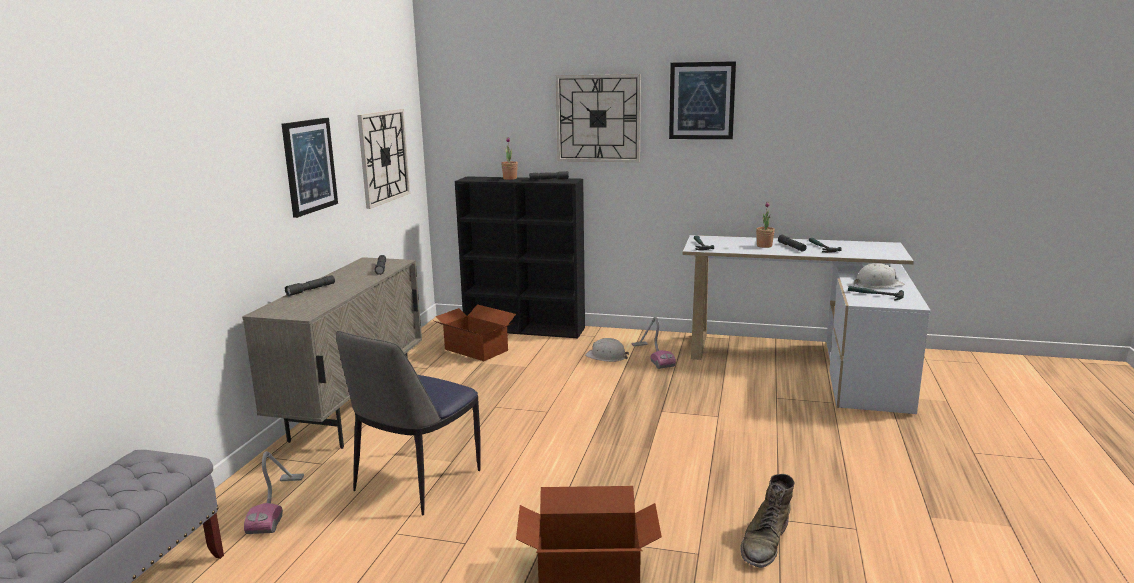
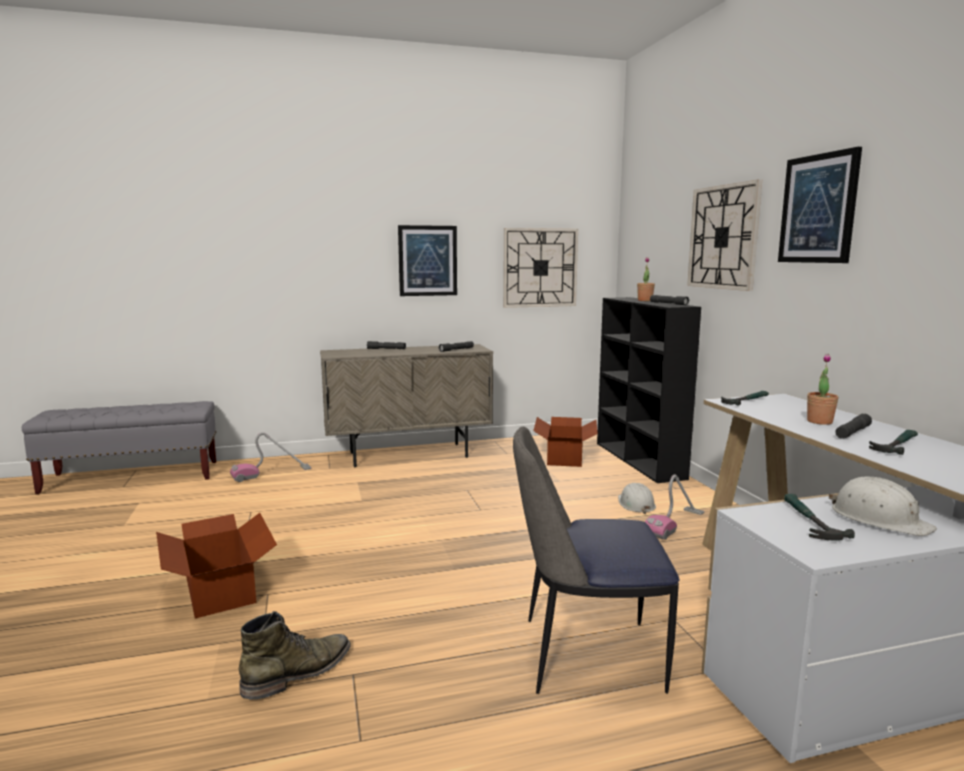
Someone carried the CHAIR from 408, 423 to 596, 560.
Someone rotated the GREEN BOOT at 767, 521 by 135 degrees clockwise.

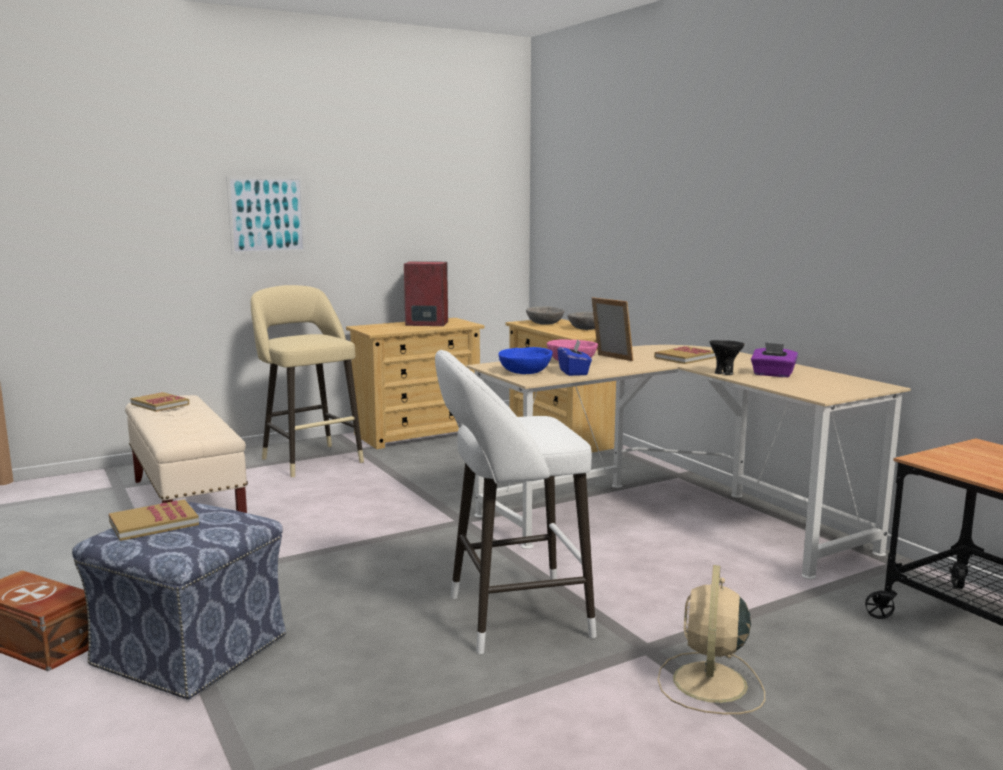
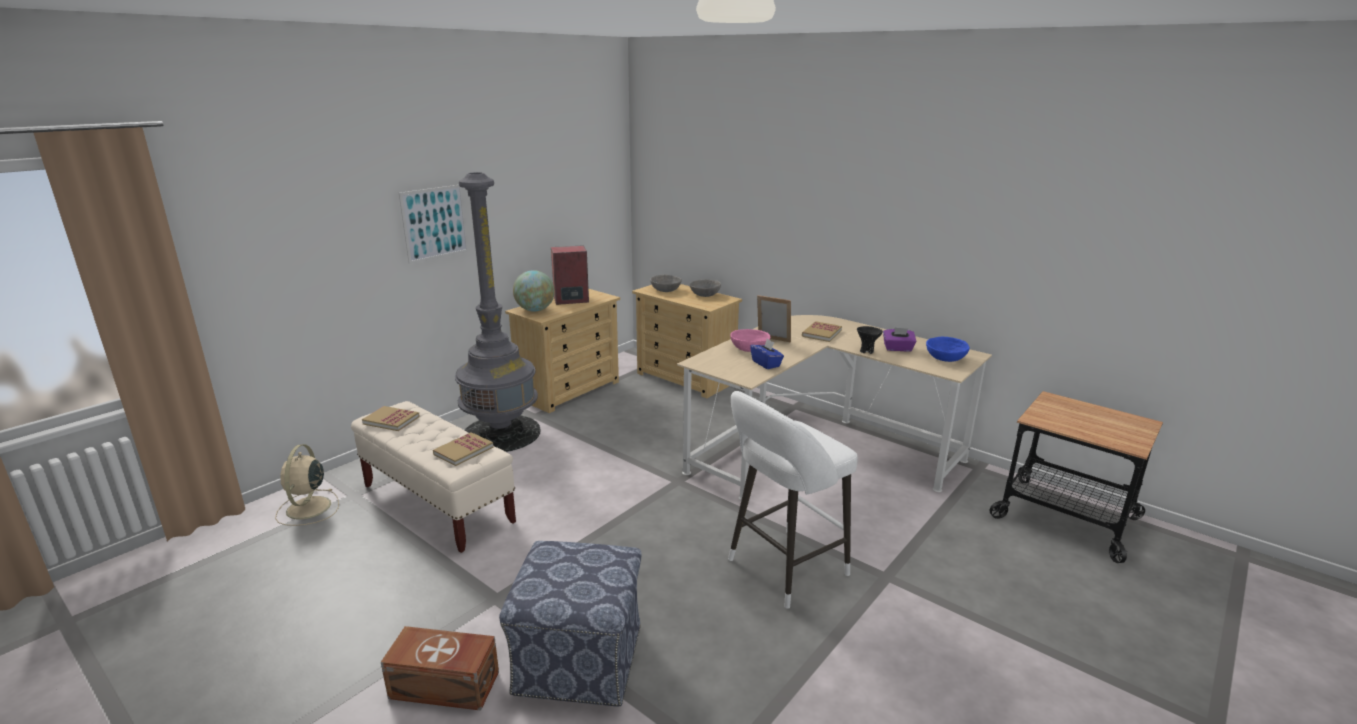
Someone carried the BOOK from 154, 520 to 463, 449.
Someone swapped the BEIGE STOOL at 307, 381 for the GREY FLOOR LAMP at 498, 312.
Someone carried the BLUE BOWL from 525, 360 to 948, 349.
Someone carried the BEIGE FAN from 711, 639 to 307, 485.
Someone put down the GLOBE at 534, 291.

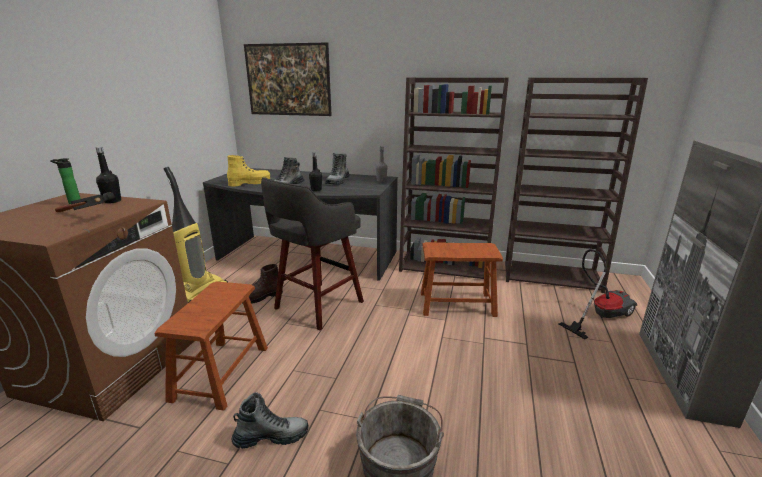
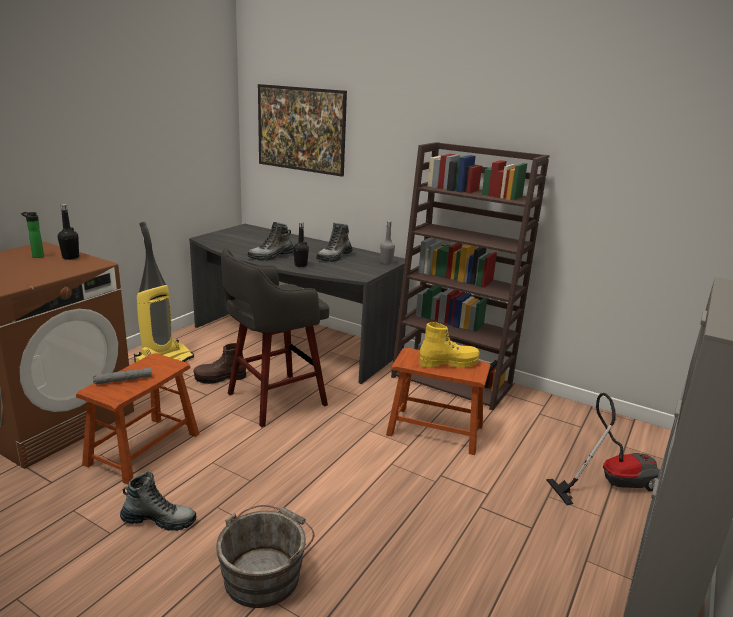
Someone took away the HAMMER at 85, 202.
Someone carried the YELLOW BOOT from 248, 171 to 449, 345.
Someone took away the BROWN BOOKCASE at 576, 185.
Someone put down the GREY FLASHLIGHT at 122, 376.

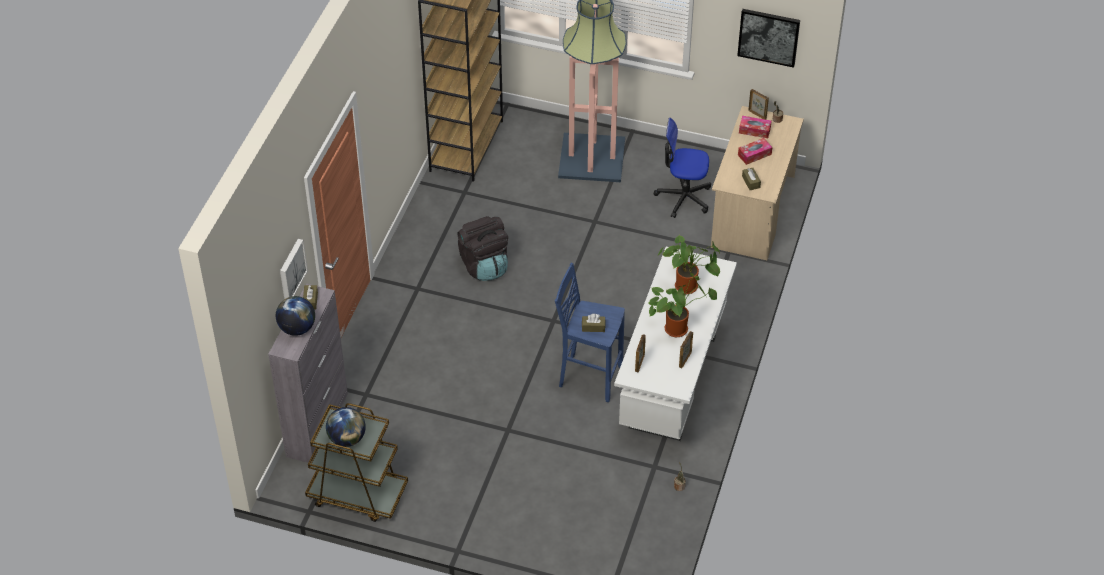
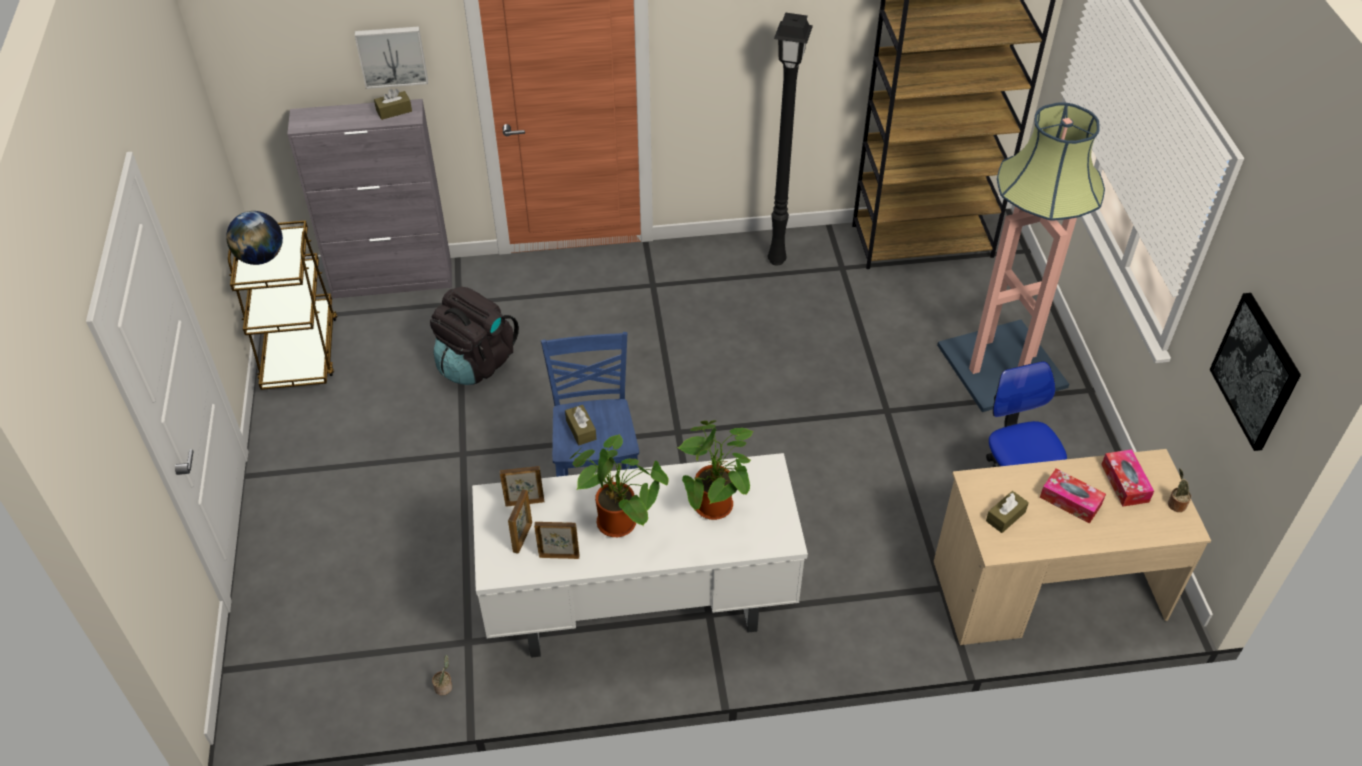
Someone took away the GLOBE at 295, 316.
Someone carried the BLACK BACKPACK from 483, 248 to 474, 336.
Someone carried the PICTURE FRAME from 758, 104 to 520, 521.
Someone put down the BLACK FLOOR LAMP at 790, 139.

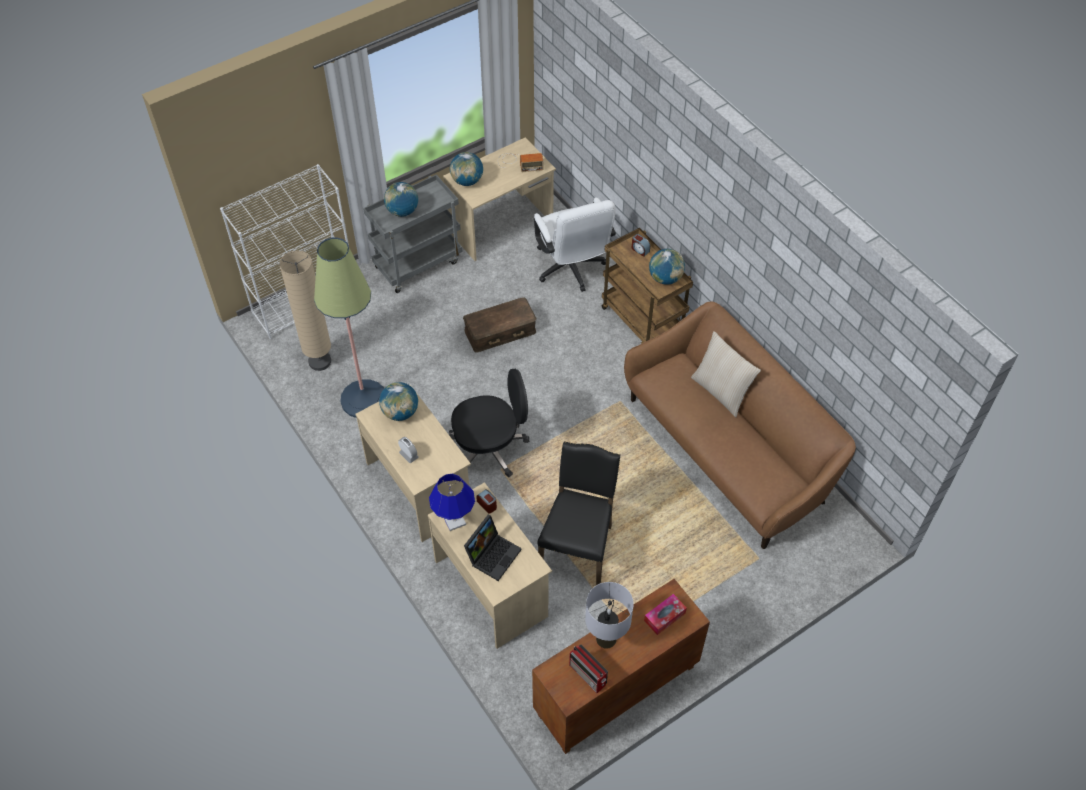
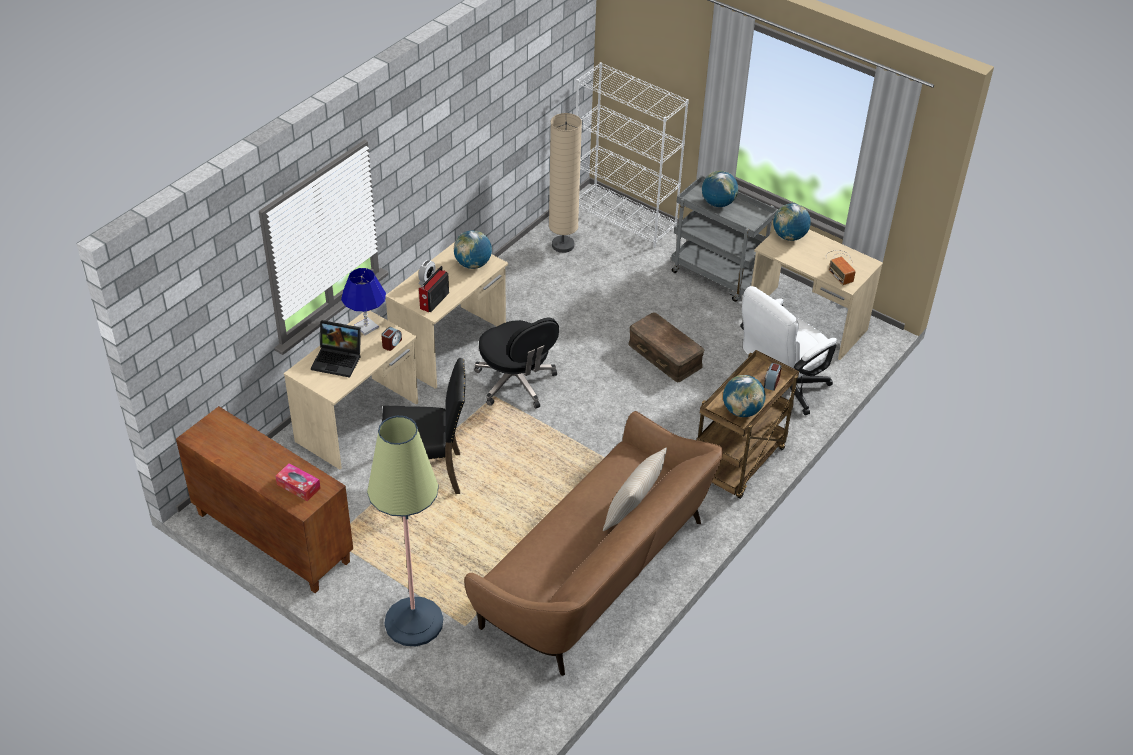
Someone carried the FLOOR LAMP from 349, 328 to 405, 531.
Someone carried the RADIO from 588, 669 to 434, 289.
Someone took away the GREY TABLE LAMP at 609, 615.

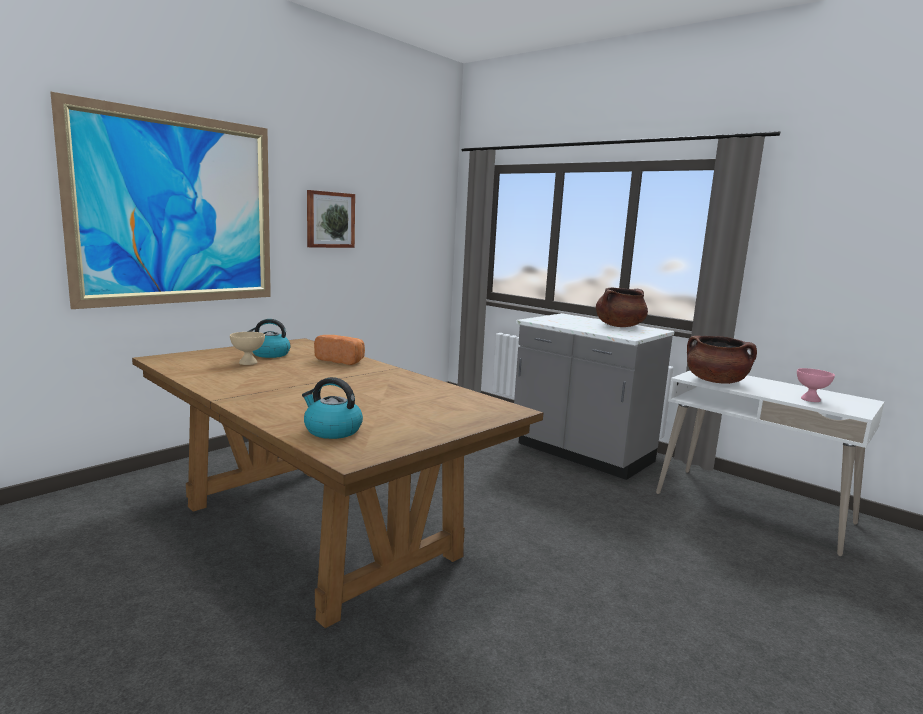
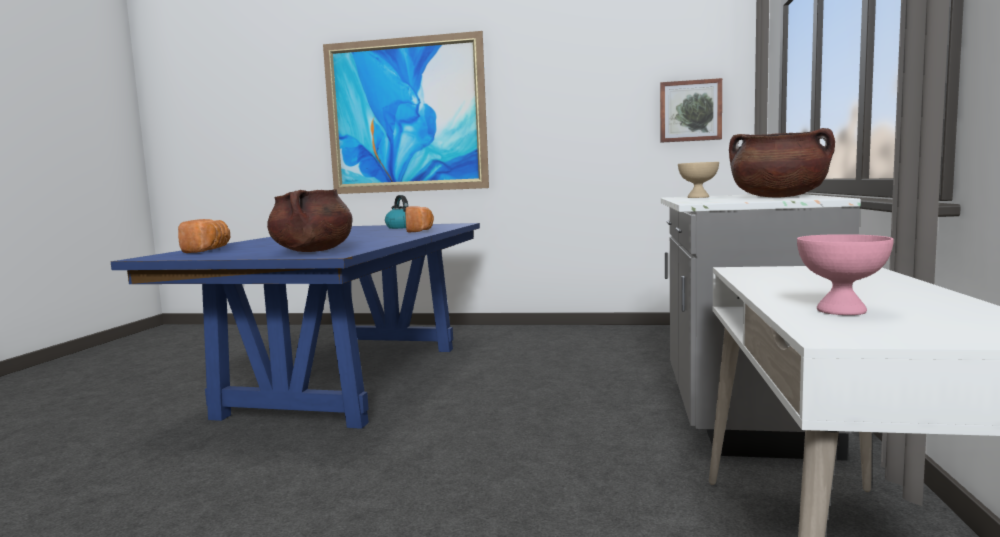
Someone repainted the BROWN DINING TABLE at 337, 483, which became the BLUE DINING TABLE at 295, 326.
Someone carried the BEIGE BOWL from 247, 348 to 698, 180.
Someone swapped the KETTLE at 332, 408 for the BREAD at 204, 236.
Someone carried the PICTURE from 331, 219 to 691, 110.
Someone carried the BROWN COOKING POT from 722, 360 to 310, 220.

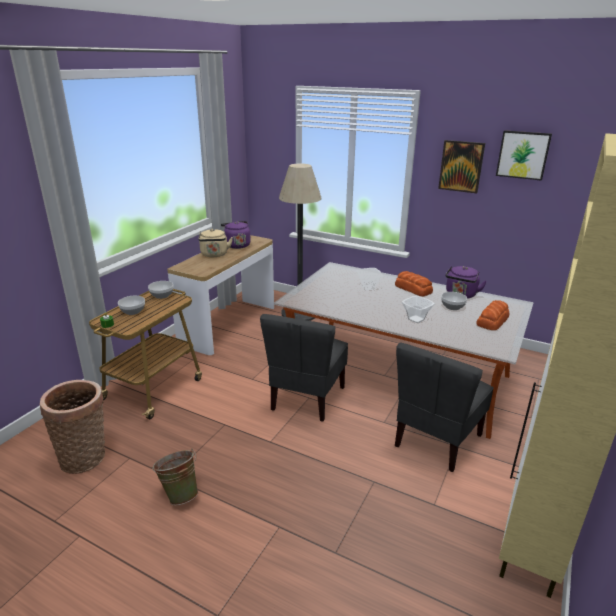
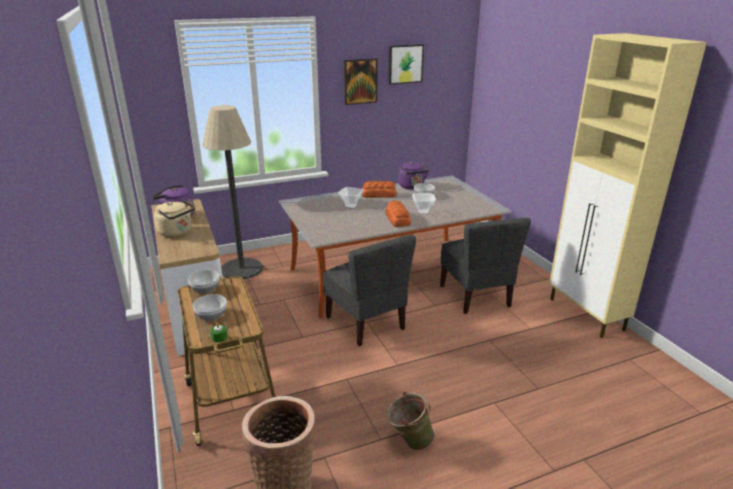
Someone carried the BREAD from 492, 315 to 398, 213.

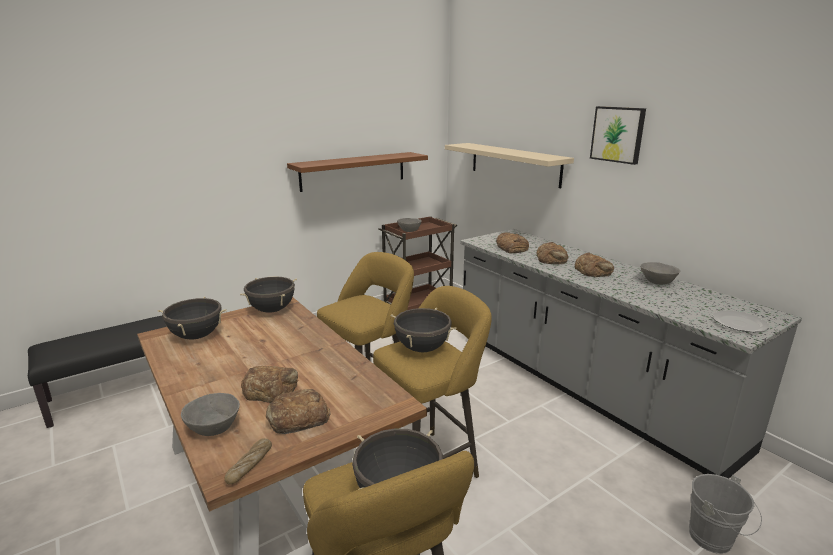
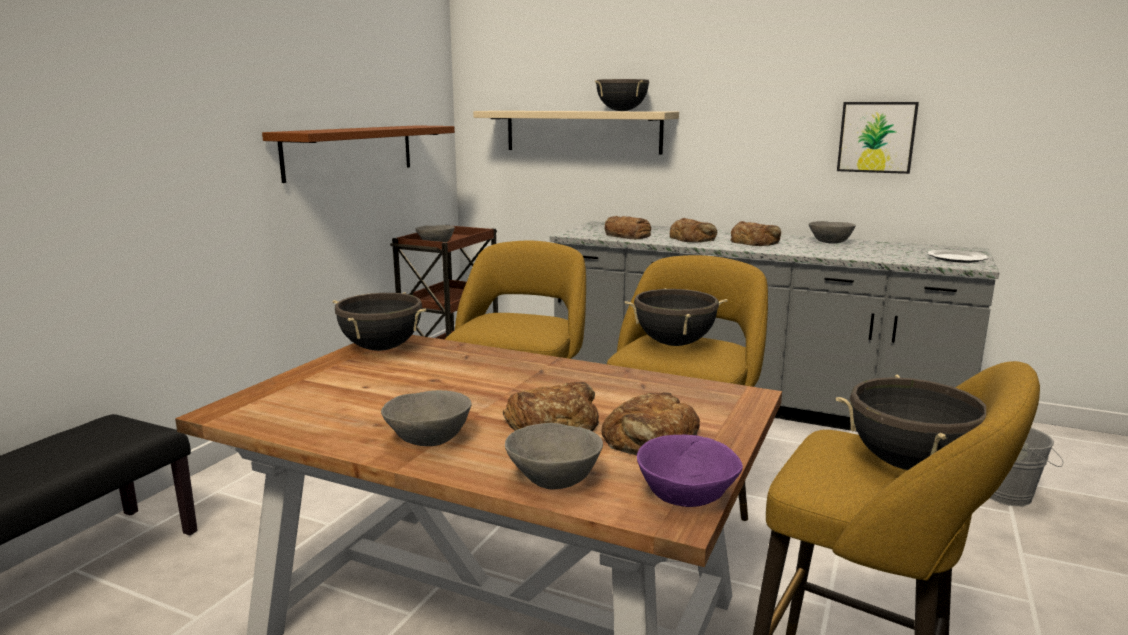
Someone carried the BLACK COOKING POT from 192, 317 to 621, 95.
Someone swapped the BREAD at 248, 461 for the PURPLE BOWL at 690, 471.
Someone carried the PICTURE from 618, 135 to 878, 138.
Someone put down the GREY BOWL at 426, 418.

